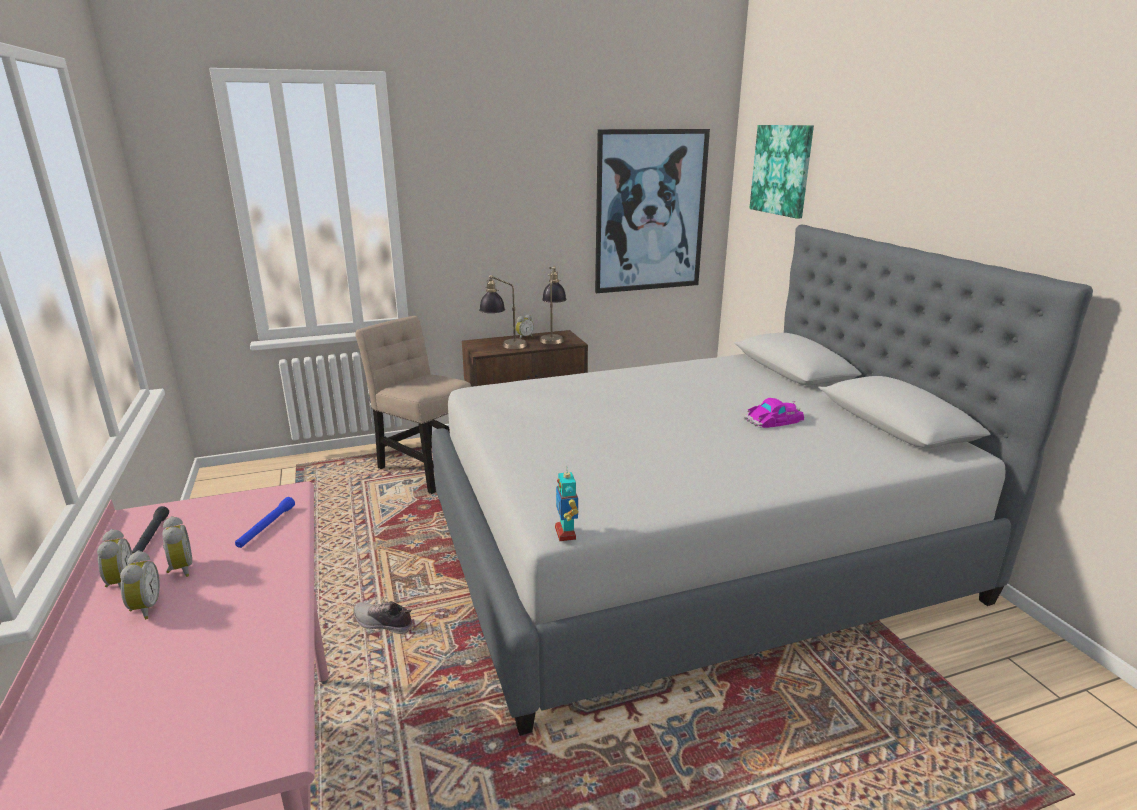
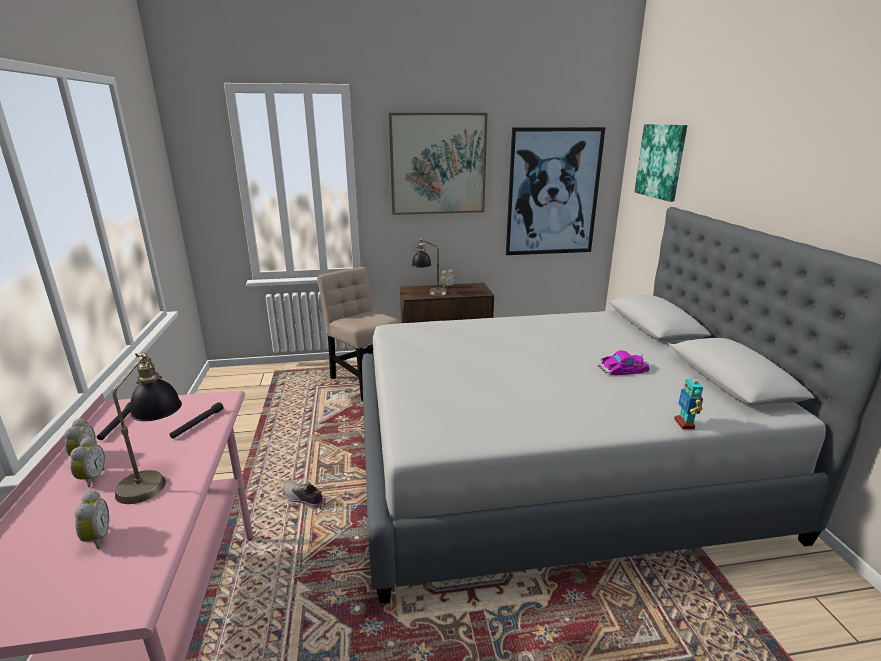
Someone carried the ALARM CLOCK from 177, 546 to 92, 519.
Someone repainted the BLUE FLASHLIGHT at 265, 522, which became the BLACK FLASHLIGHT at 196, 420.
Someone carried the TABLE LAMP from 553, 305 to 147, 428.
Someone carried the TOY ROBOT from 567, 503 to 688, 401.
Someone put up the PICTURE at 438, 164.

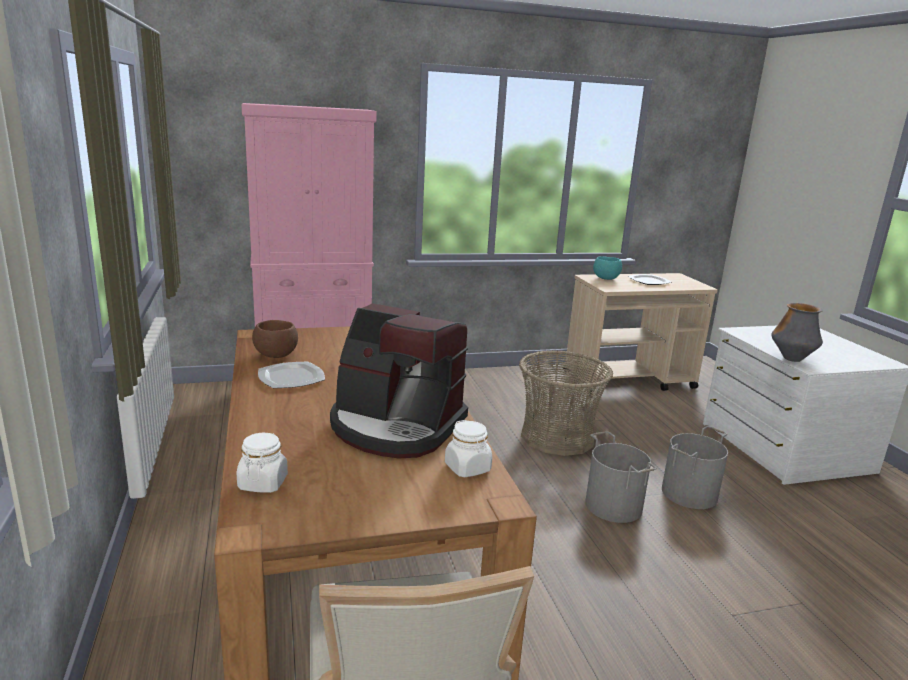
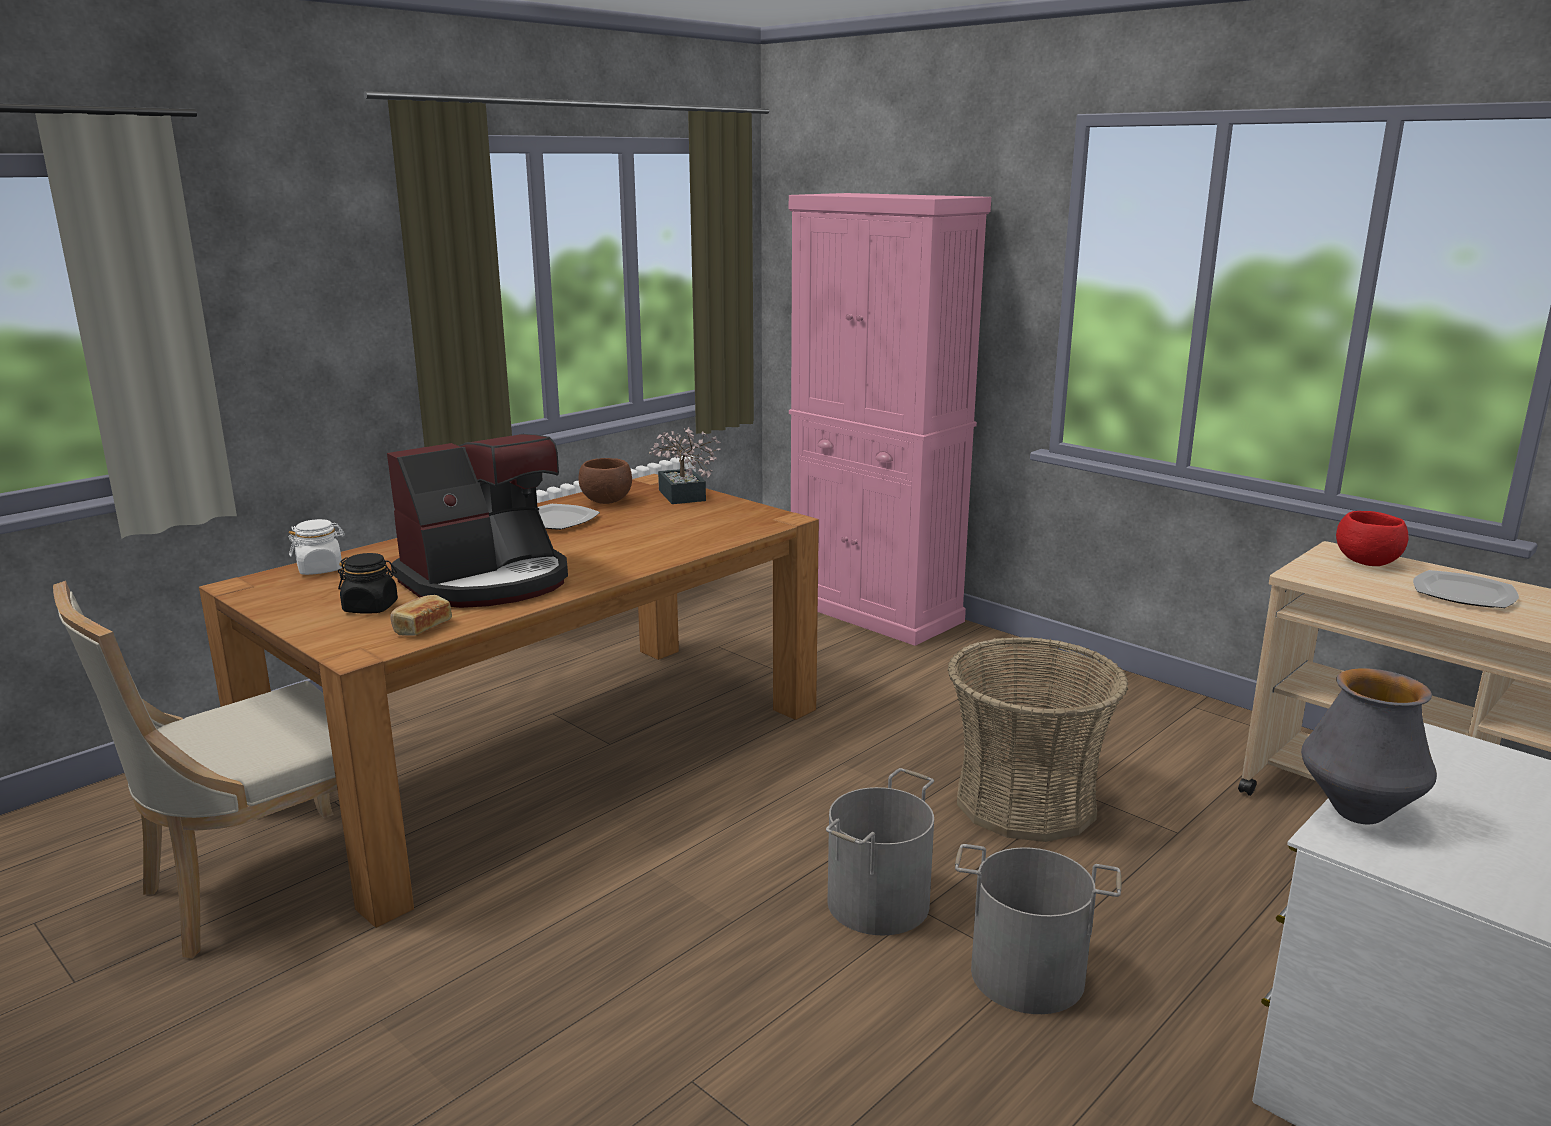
Someone rotated the COFFEE MACHINE at 399, 380 by 120 degrees counterclockwise.
Someone swapped the WHITE JAR at 468, 448 for the BREAD at 421, 615.
Someone repainted the TURQUOISE BOWL at 607, 268, which became the RED BOWL at 1372, 538.
Someone put down the BLACK JAR at 368, 583.
Someone put down the POTTED PLANT at 685, 465.

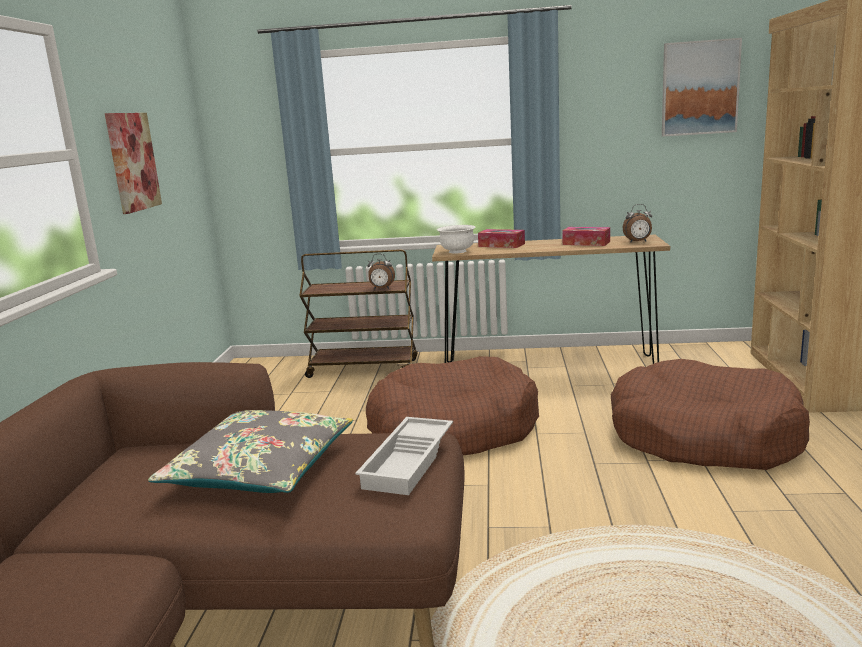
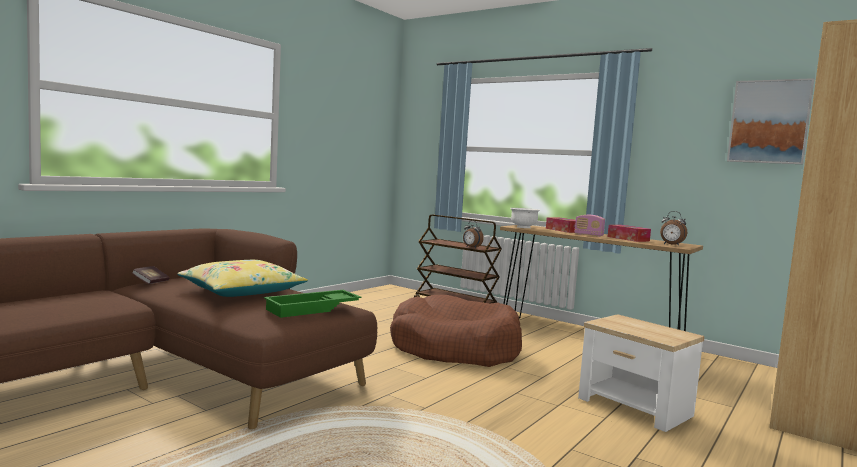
Someone took away the PICTURE at 133, 163.
Someone repainted the GREY PILLOW at 250, 451, which became the YELLOW PILLOW at 242, 278.
Someone repainted the WHITE TRAY at 404, 456, which became the GREEN TRAY at 312, 304.
Someone swapped the BROWN DOG BED at 710, 414 for the SIDE TABLE at 641, 373.
Someone put down the BOOK at 150, 275.
Someone put down the RADIO at 590, 226.

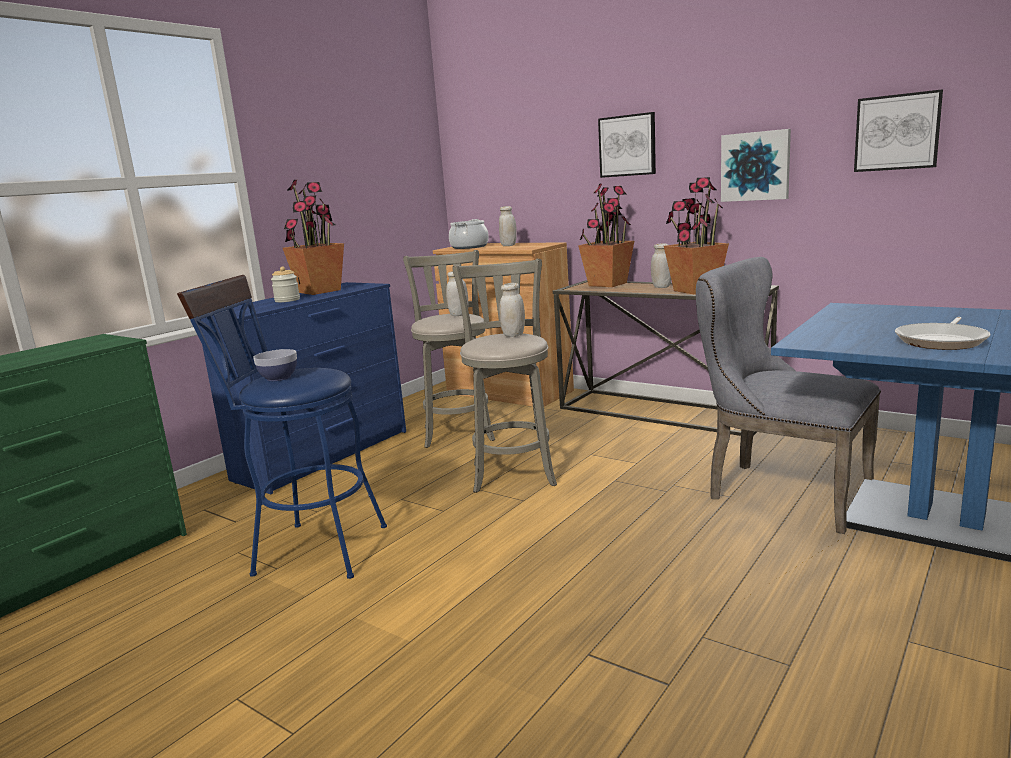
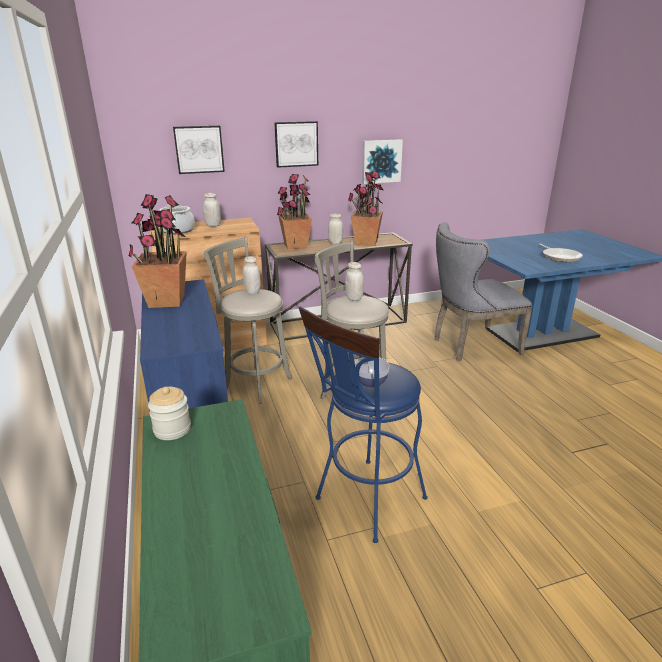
Someone carried the JAR from 285, 284 to 169, 413.
Someone carried the PICTURE from 898, 130 to 199, 150.

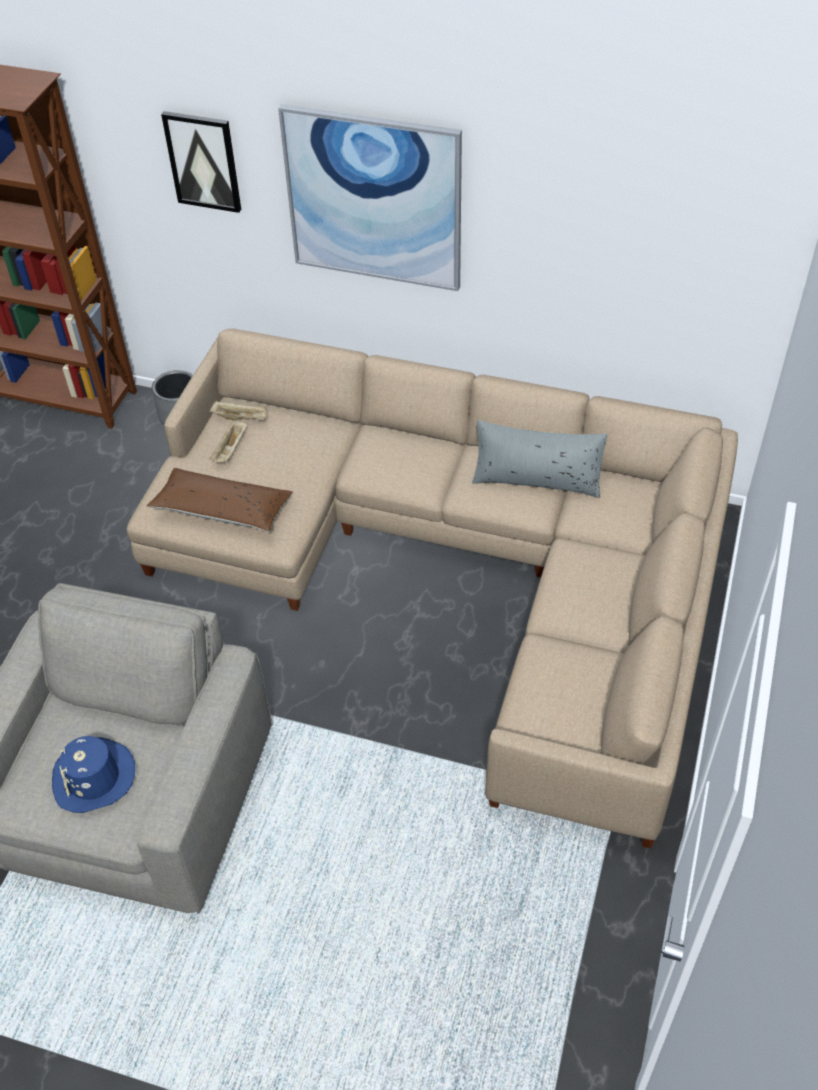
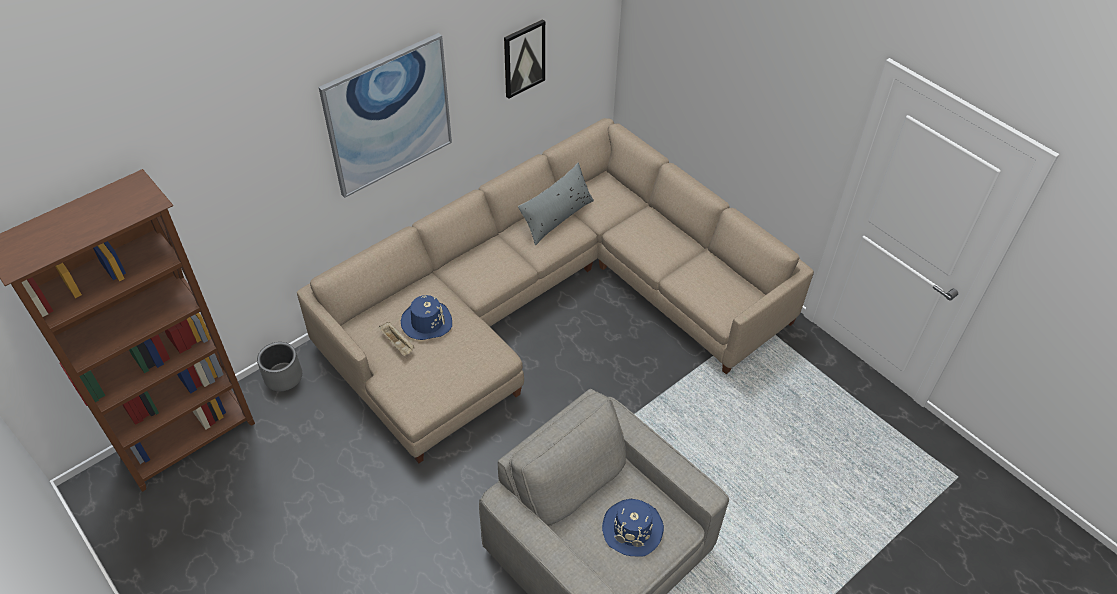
Someone took away the BROWN PILLOW at 220, 500.
Someone carried the PICTURE from 201, 162 to 524, 59.
Someone took away the BEIGE TRAY at 238, 410.
Someone put down the BLUE HAT at 426, 317.

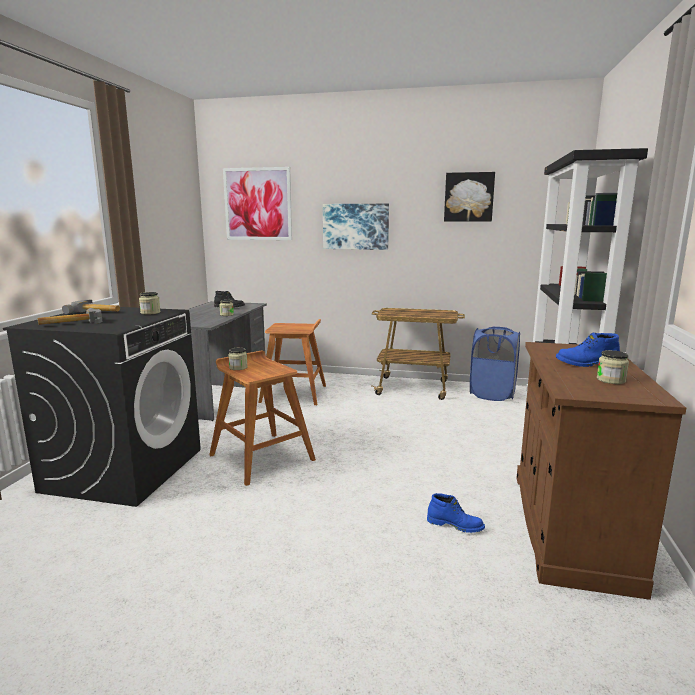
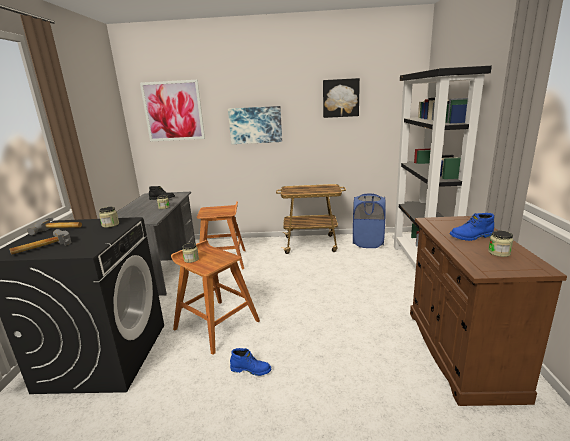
Someone carried the BLUE BOOT from 456, 513 to 250, 362.

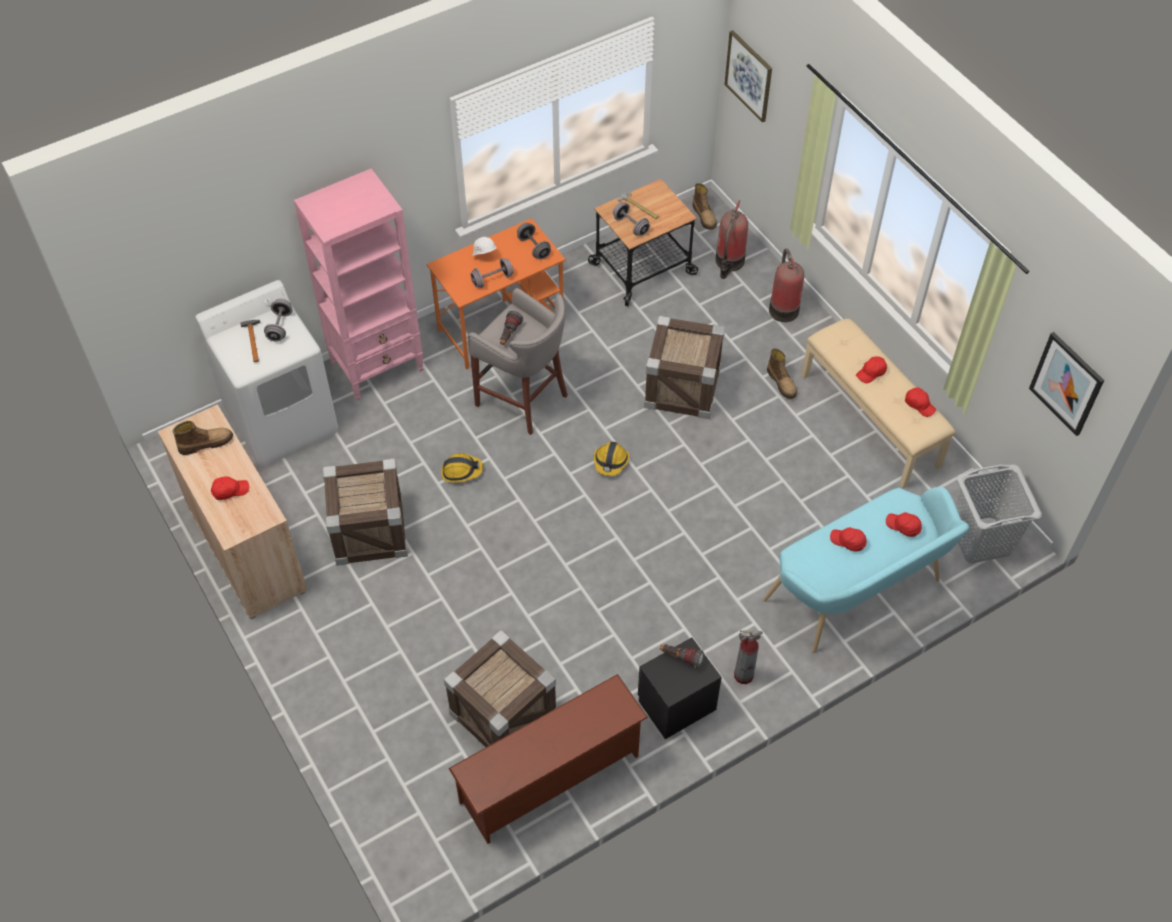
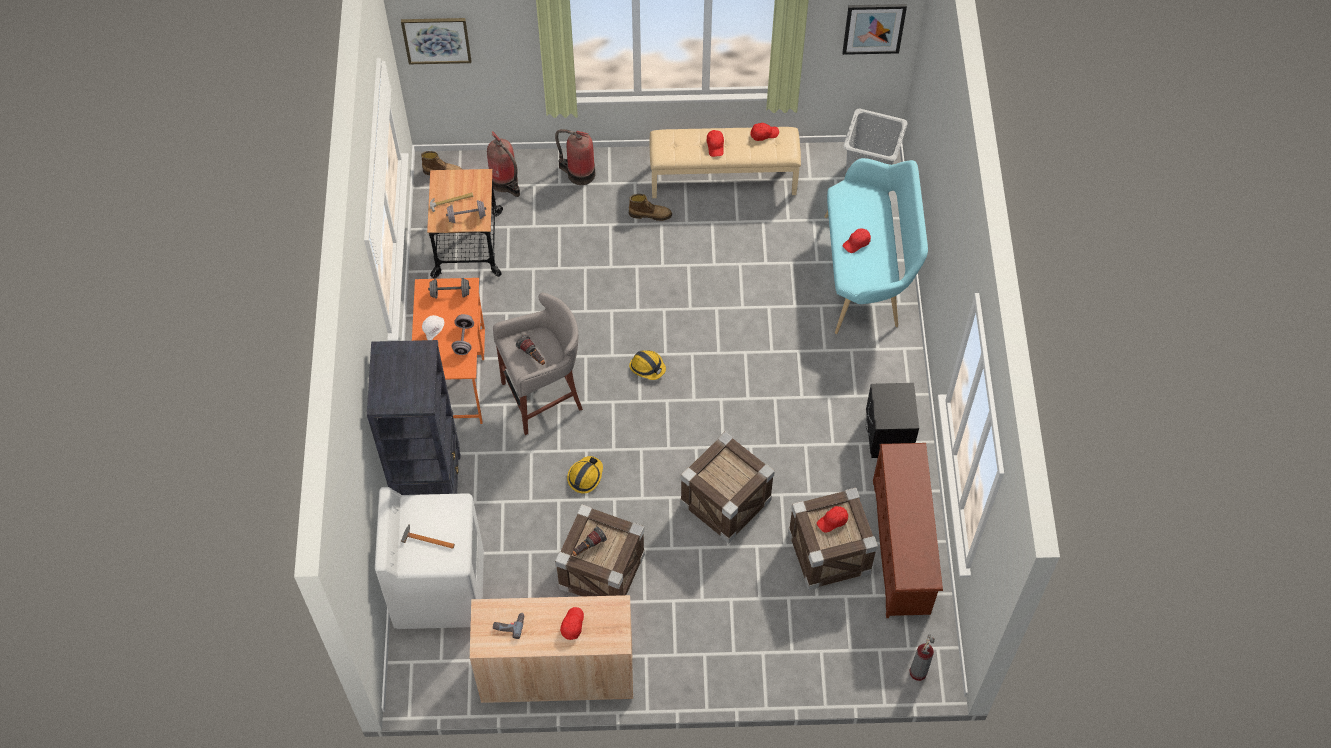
Someone swapped the BOOT at 202, 438 for the POWER DRILL at 509, 626.
Someone took away the GREY DUMBBELL at 278, 320.
Someone repainted the PINK BOOKCASE at 359, 285, which became the BLACK BOOKCASE at 414, 417.
Someone carried the CRATE from 684, 367 to 727, 487.
Someone carried the FLASHLIGHT from 681, 656 to 589, 541.
Someone carried the FIRE EXTINGUISHER from 748, 657 to 922, 657.
Someone carried the RED CAP from 904, 524 to 832, 519.

